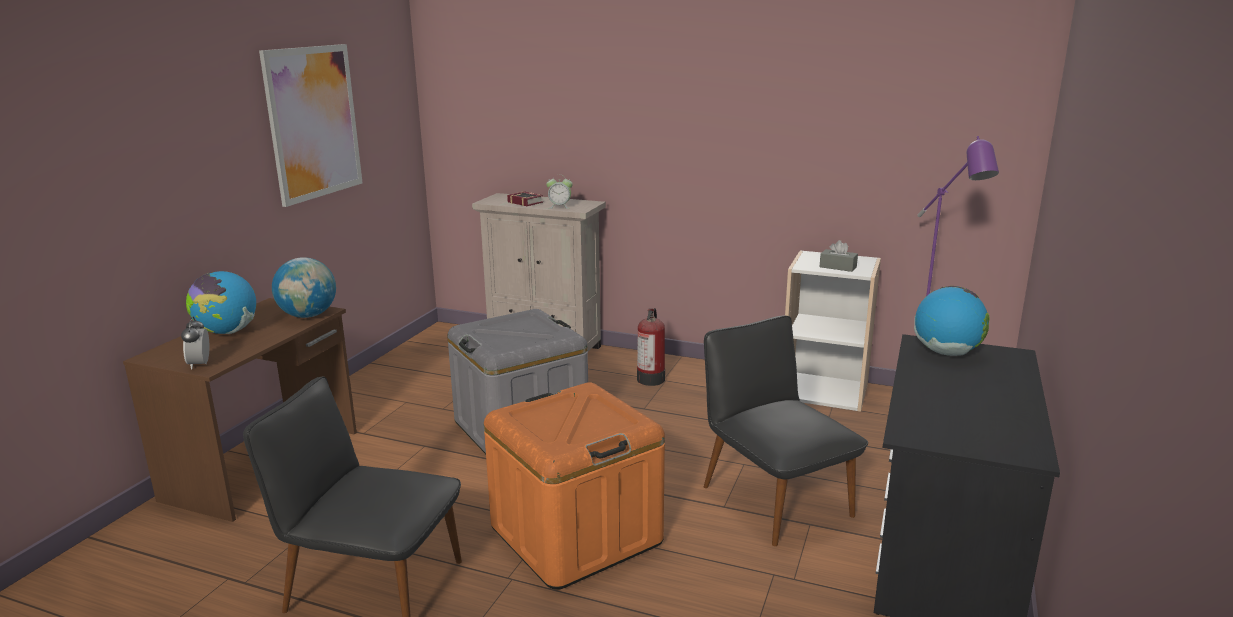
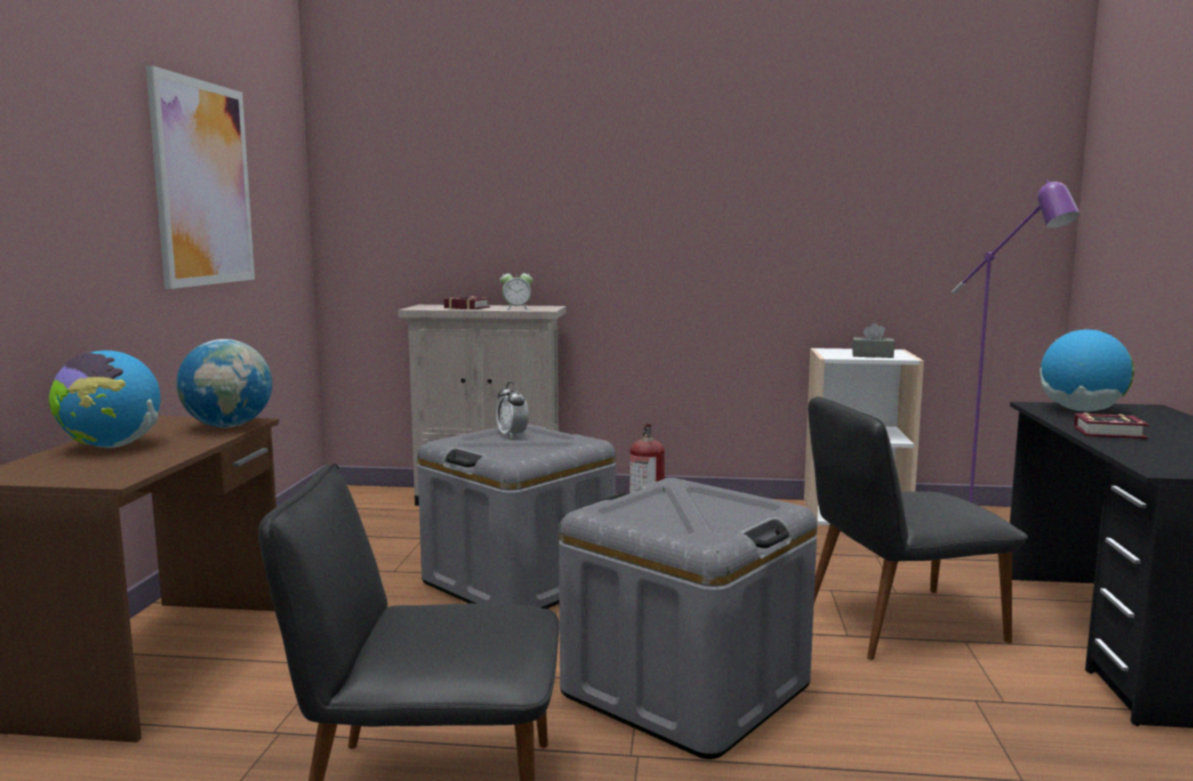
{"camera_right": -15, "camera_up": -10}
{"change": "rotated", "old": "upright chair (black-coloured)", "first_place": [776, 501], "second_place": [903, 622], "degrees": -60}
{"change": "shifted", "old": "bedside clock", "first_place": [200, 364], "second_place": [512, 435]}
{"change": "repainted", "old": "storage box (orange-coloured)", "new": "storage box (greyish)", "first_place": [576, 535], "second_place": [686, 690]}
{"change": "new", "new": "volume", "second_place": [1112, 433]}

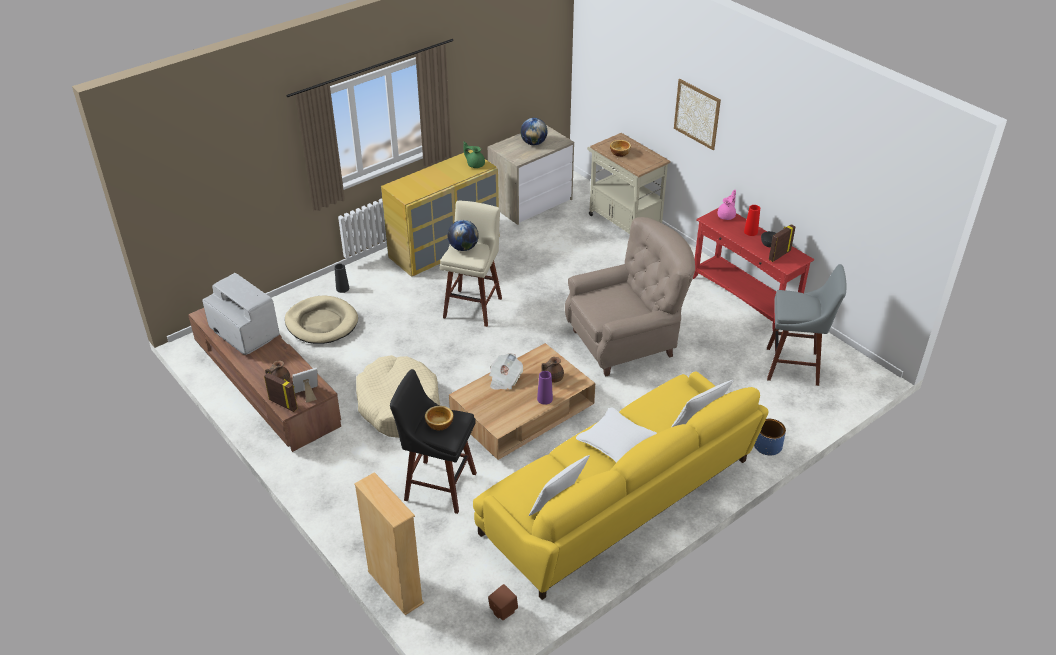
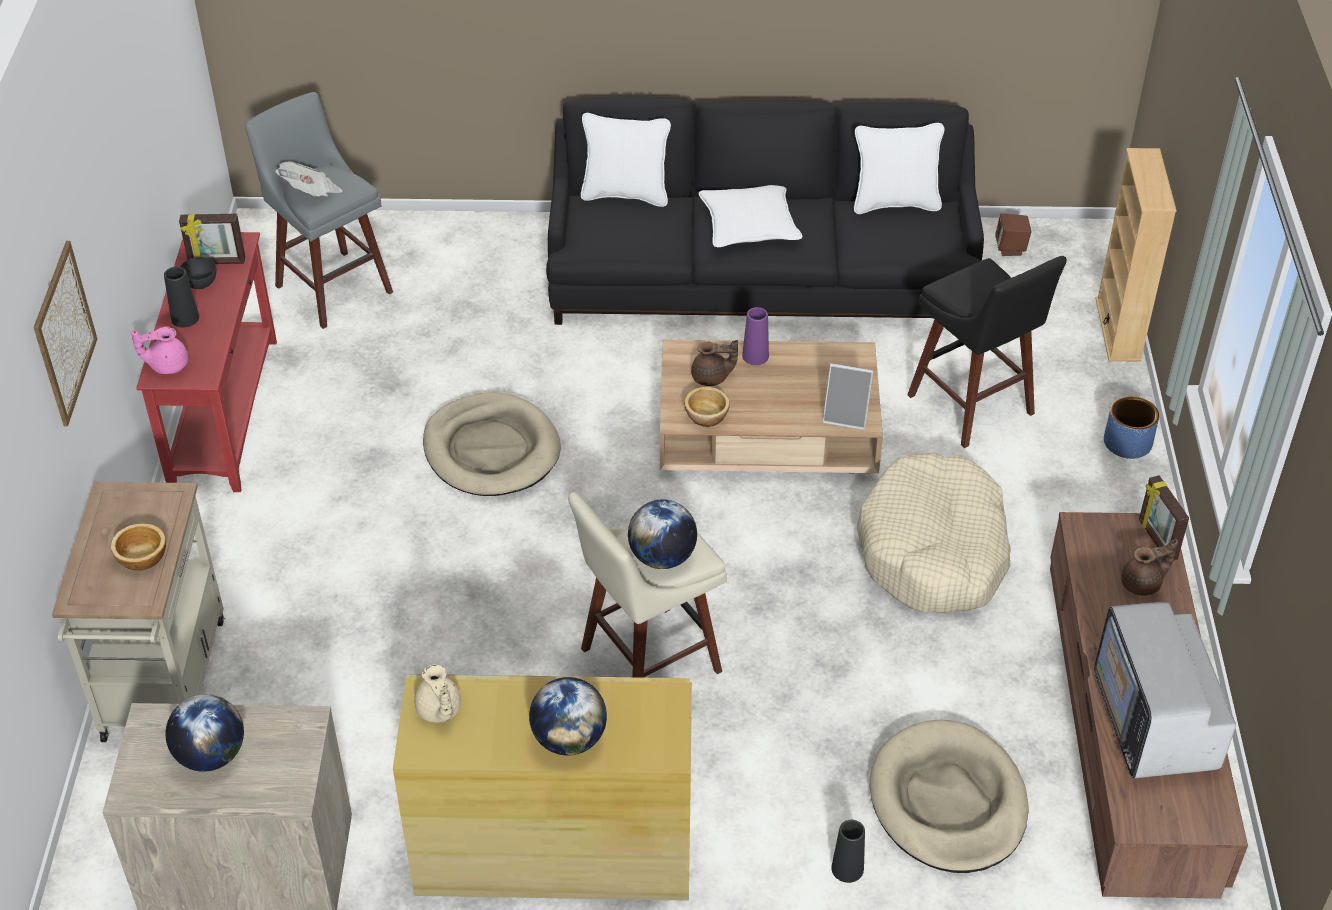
{"camera_right": -140, "camera_up": 5}
{"change": "repainted", "old": "pot for tea (green)", "new": "pot for tea (beige)", "first_place": [475, 164], "second_place": [439, 710]}
{"change": "repainted", "old": "decorative vase (red)", "new": "decorative vase (black-coloured)", "first_place": [750, 232], "second_place": [185, 318]}
{"change": "swapped", "old": "lounge chair (beige)", "new": "dog bed (beige)", "first_place": [626, 342], "second_place": [491, 450]}
{"change": "shifted", "old": "daily paper", "first_place": [504, 379], "second_place": [311, 193]}
{"change": "shifted", "old": "picture frame", "first_place": [307, 394], "second_place": [846, 416]}
{"change": "repainted", "old": "couch (yellow)", "new": "couch (black-coloured)", "first_place": [618, 499], "second_place": [762, 275]}
{"change": "shifted", "old": "bowl", "first_place": [439, 424], "second_place": [707, 416]}
{"change": "shifted", "old": "flower pot (blue)", "first_place": [767, 446], "second_place": [1127, 443]}
{"change": "new", "new": "world globe", "second_place": [569, 739]}

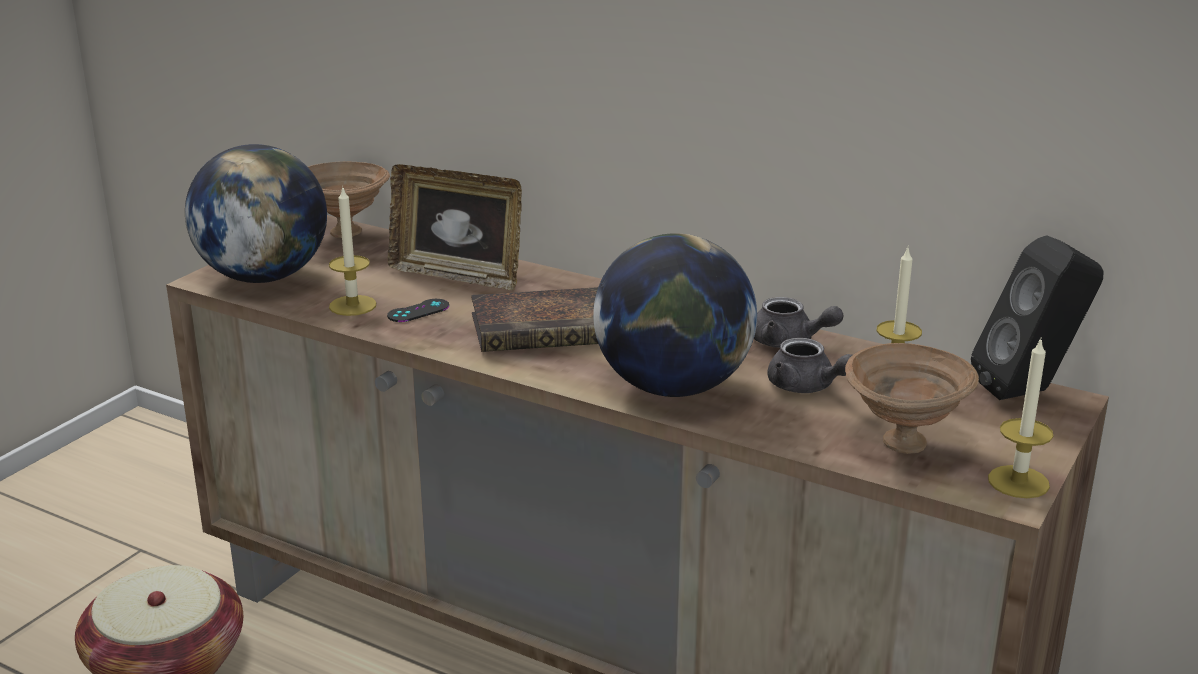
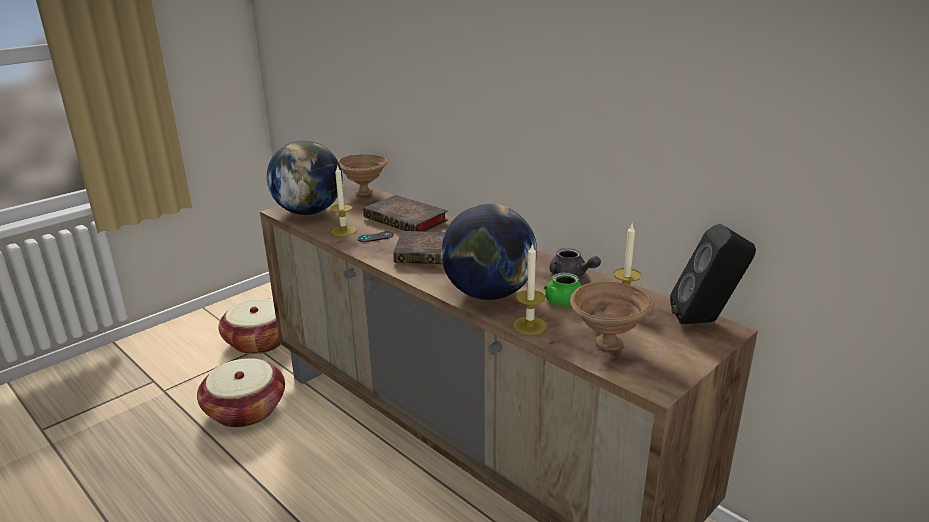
{"camera_right": 15, "camera_up": 0}
{"change": "swapped", "old": "picture frame", "new": "volume", "first_place": [457, 275], "second_place": [408, 220]}
{"change": "shifted", "old": "wax candle", "first_place": [1018, 482], "second_place": [529, 325]}
{"change": "repainted", "old": "pot for tea (greyish)", "new": "pot for tea (green)", "first_place": [807, 387], "second_place": [567, 302]}
{"change": "new", "new": "basket", "second_place": [259, 341]}

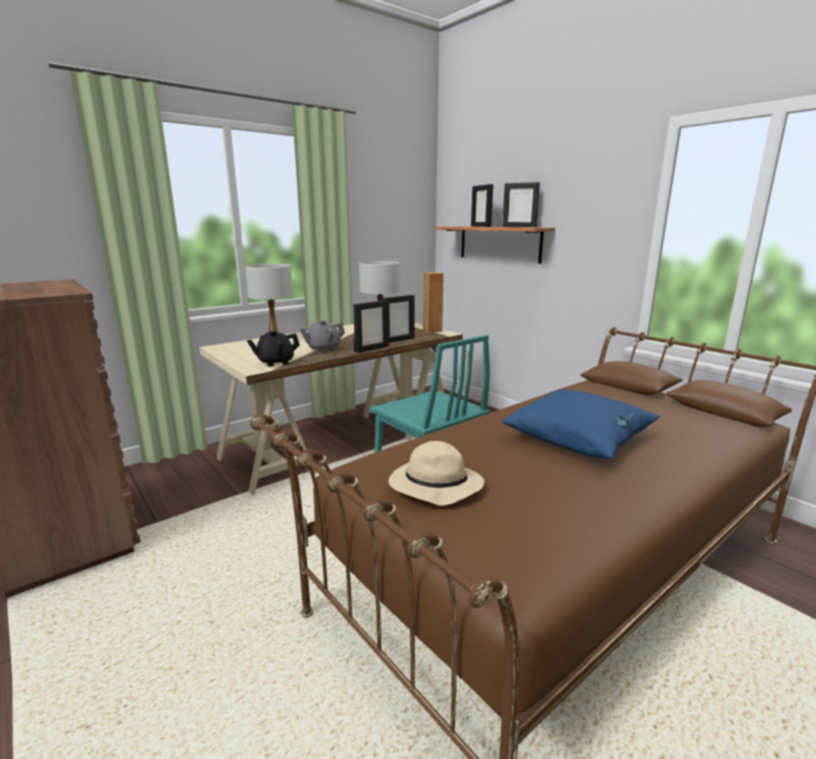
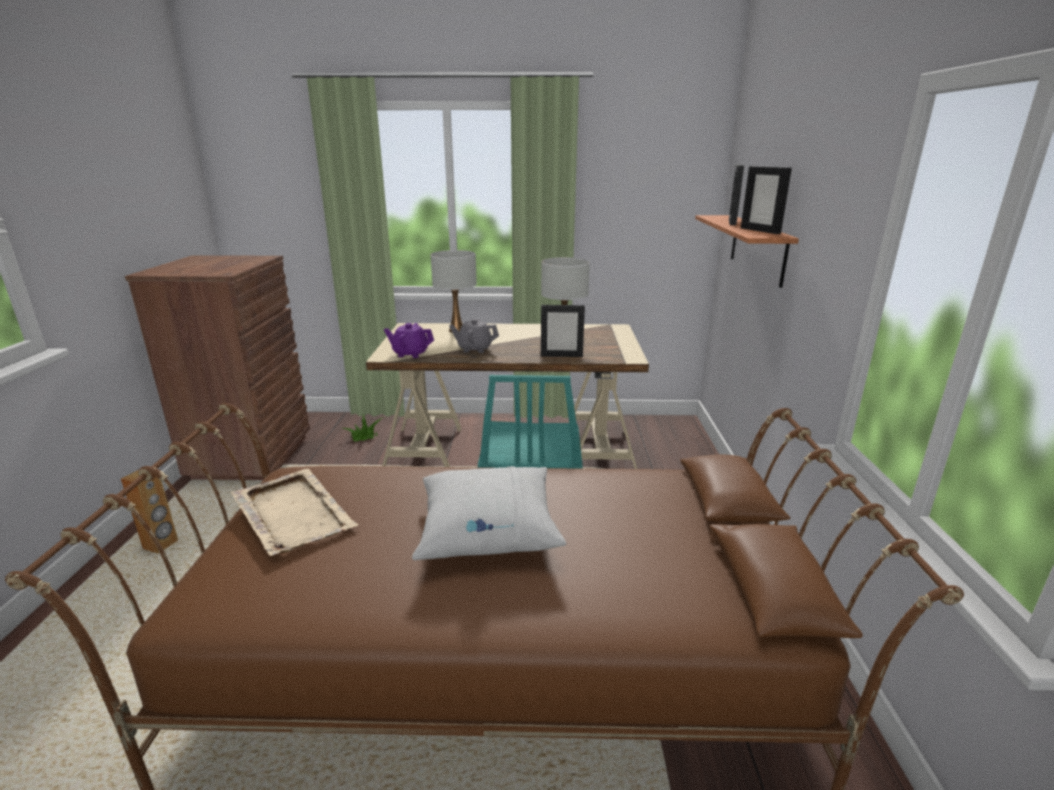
{"camera_right": 40, "camera_up": 5}
{"change": "shifted", "old": "audio speaker (brownish)", "first_place": [432, 330], "second_place": [161, 545]}
{"change": "gone", "old": "picture frame", "first_place": [371, 349]}
{"change": "repainted", "old": "pot for tea (black-coloured)", "new": "pot for tea (purplish)", "first_place": [275, 362], "second_place": [410, 354]}
{"change": "repainted", "old": "cushion (blue)", "new": "cushion (greyish)", "first_place": [577, 440], "second_place": [488, 531]}
{"change": "swapped", "old": "clothing hat (beige)", "new": "carrying tray (beige)", "first_place": [434, 486], "second_place": [292, 513]}
{"change": "new", "new": "potted plant", "second_place": [364, 435]}

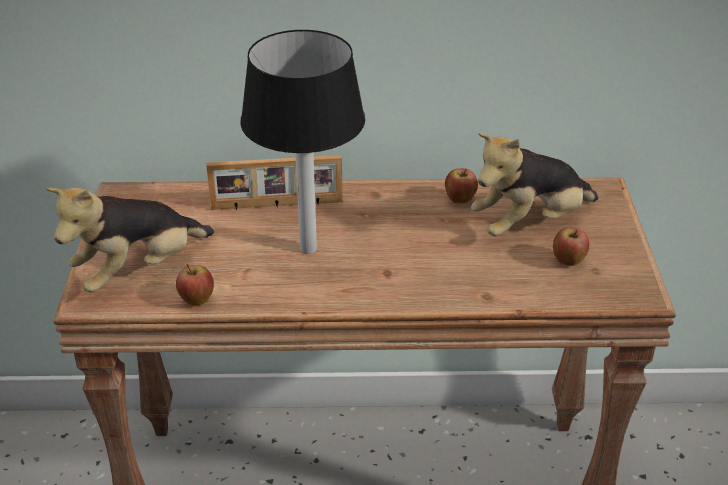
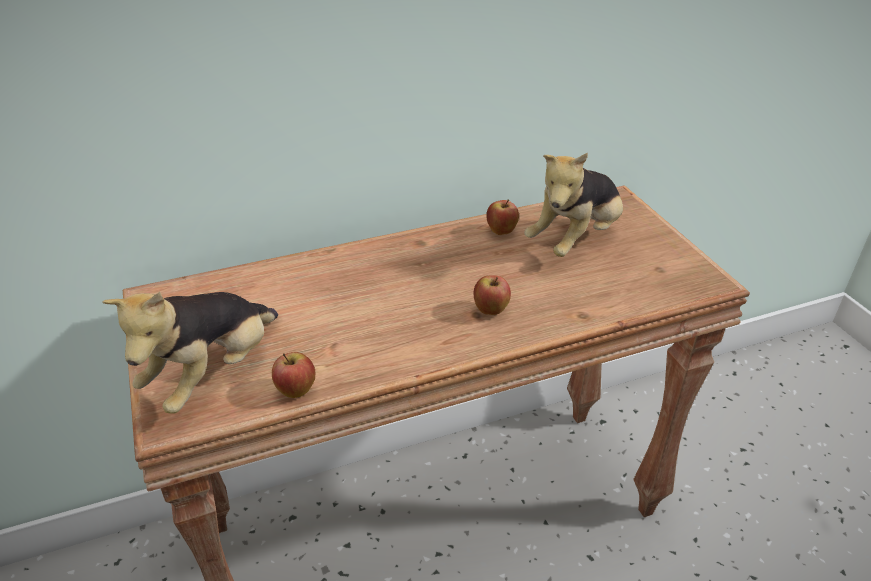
{"camera_right": -20, "camera_up": 0}
{"change": "gone", "old": "table lamp", "first_place": [308, 247]}
{"change": "gone", "old": "picture frame", "first_place": [277, 205]}
{"change": "shifted", "old": "apple", "first_place": [568, 262], "second_place": [491, 311]}

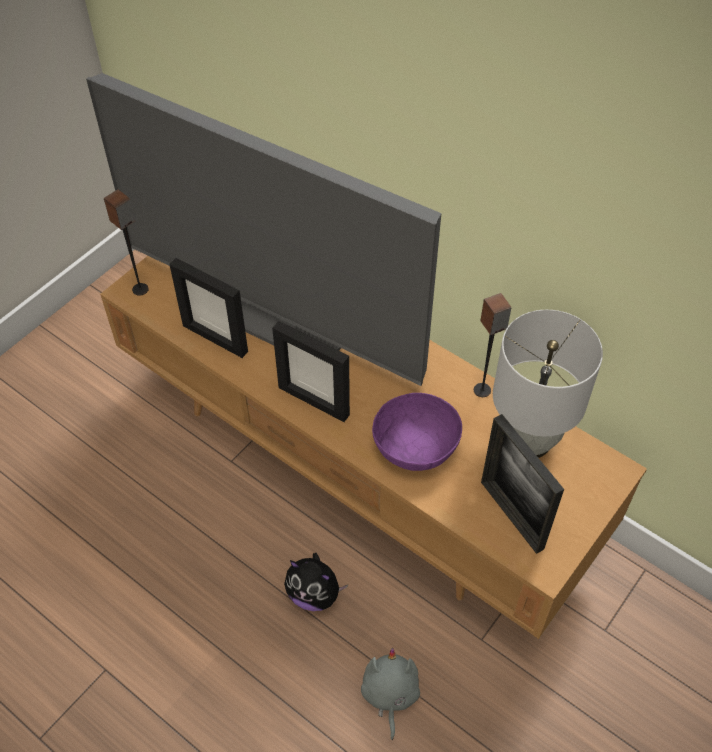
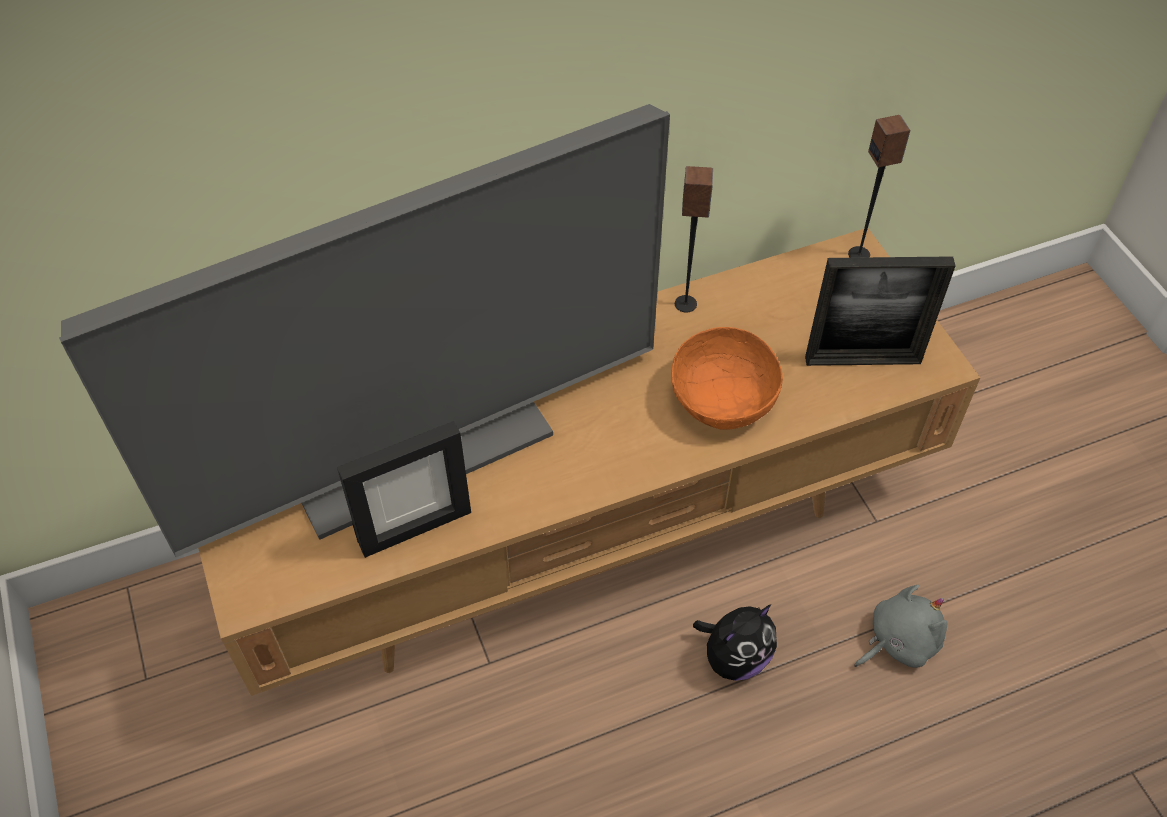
{"camera_right": -60, "camera_up": 0}
{"change": "shifted", "old": "audio speaker", "first_place": [140, 289], "second_place": [859, 254]}
{"change": "gone", "old": "table lamp (white-coloured)", "first_place": [528, 439]}
{"change": "gone", "old": "picture frame", "first_place": [314, 400]}
{"change": "repainted", "old": "bowl (purplish)", "new": "bowl (orange-coloured)", "first_place": [415, 446], "second_place": [722, 399]}
{"change": "rotated", "old": "cuddly toy (greyish)", "first_place": [389, 694], "second_place": [898, 641], "degrees": 120}

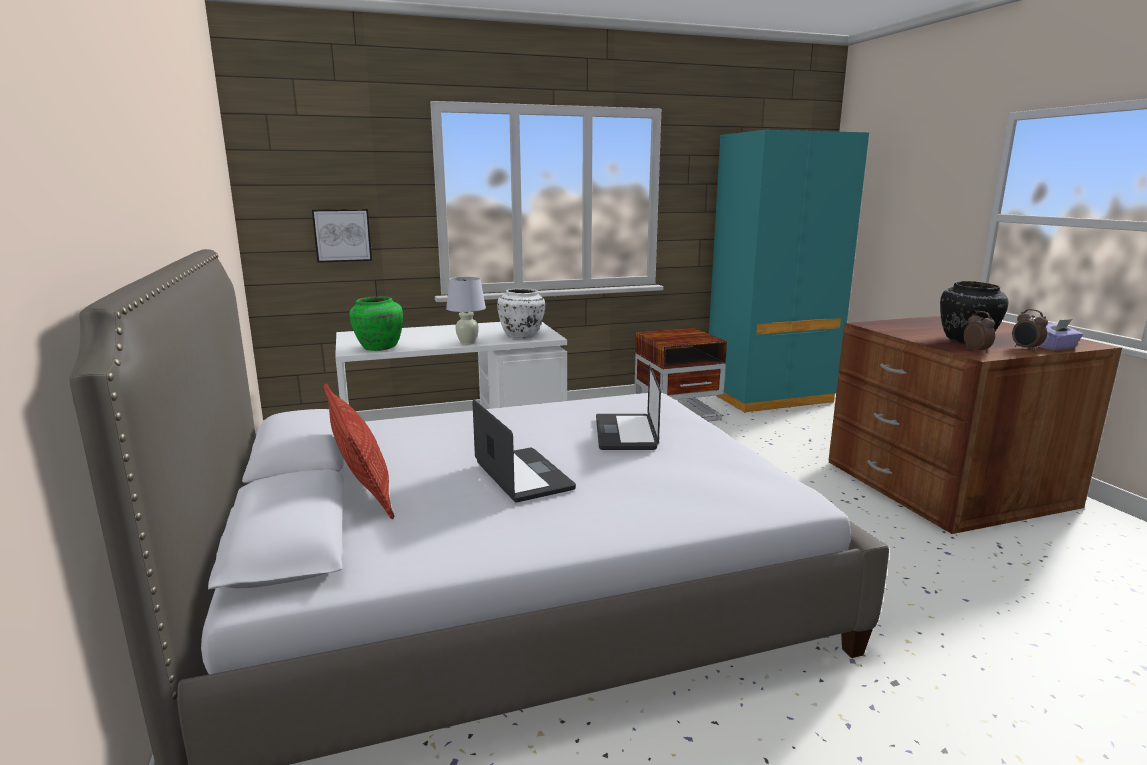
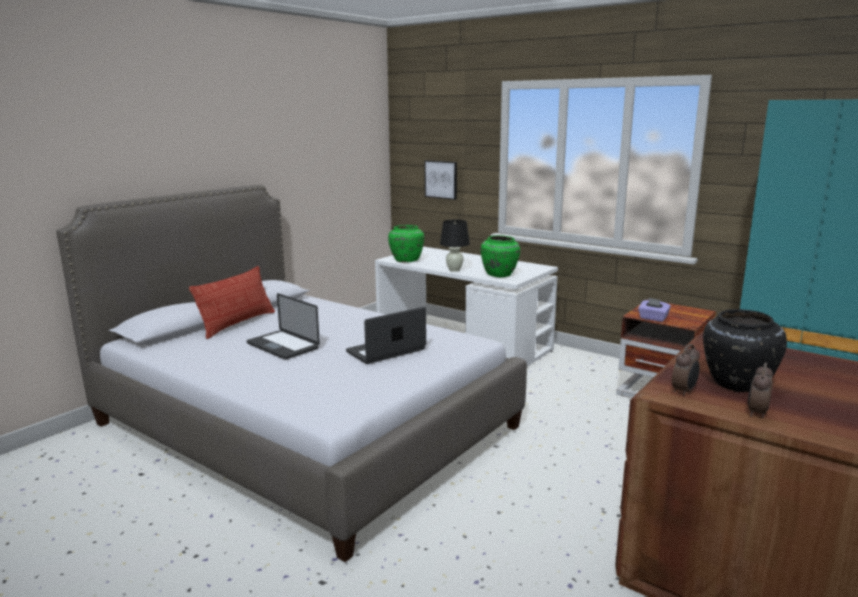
{"camera_right": 55, "camera_up": 0}
{"change": "repainted", "old": "table lamp (white-coloured)", "new": "table lamp (black-coloured)", "first_place": [467, 343], "second_place": [454, 270]}
{"change": "repainted", "old": "decorative vase (white-coloured)", "new": "decorative vase (green)", "first_place": [522, 336], "second_place": [499, 275]}
{"change": "shifted", "old": "box of tissues (purplish)", "first_place": [1056, 347], "second_place": [653, 318]}
{"change": "rotated", "old": "portable computer", "first_place": [523, 476], "second_place": [282, 346], "degrees": 105}

